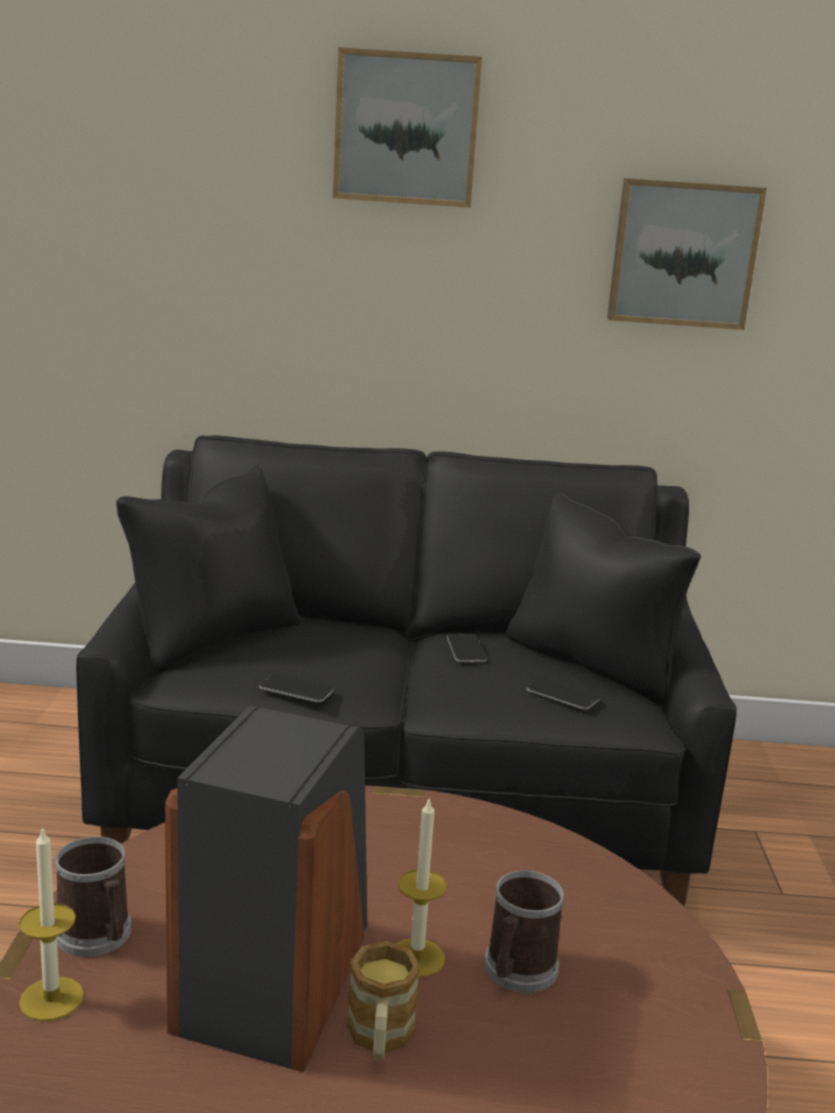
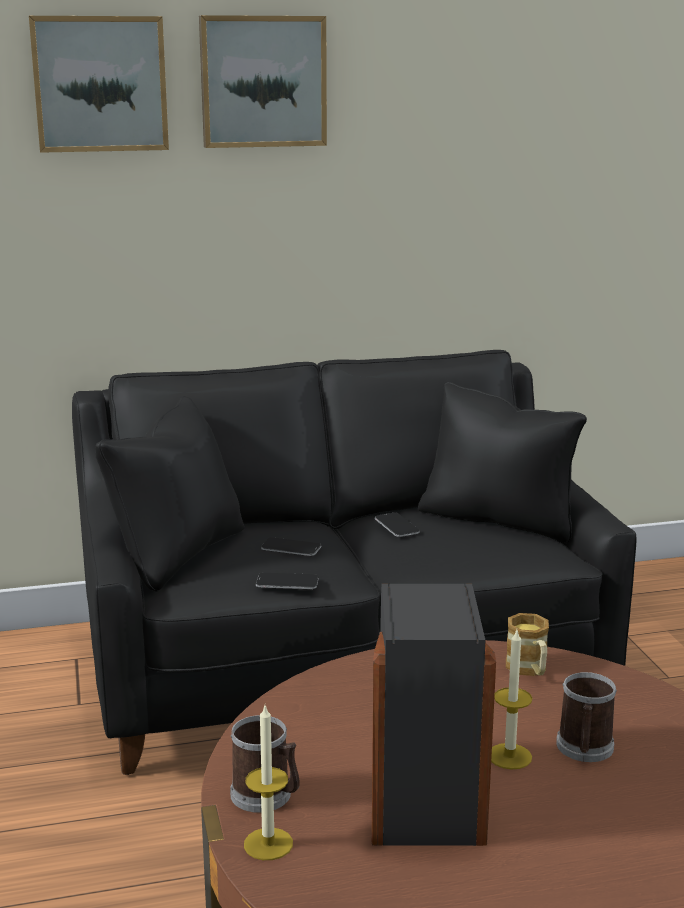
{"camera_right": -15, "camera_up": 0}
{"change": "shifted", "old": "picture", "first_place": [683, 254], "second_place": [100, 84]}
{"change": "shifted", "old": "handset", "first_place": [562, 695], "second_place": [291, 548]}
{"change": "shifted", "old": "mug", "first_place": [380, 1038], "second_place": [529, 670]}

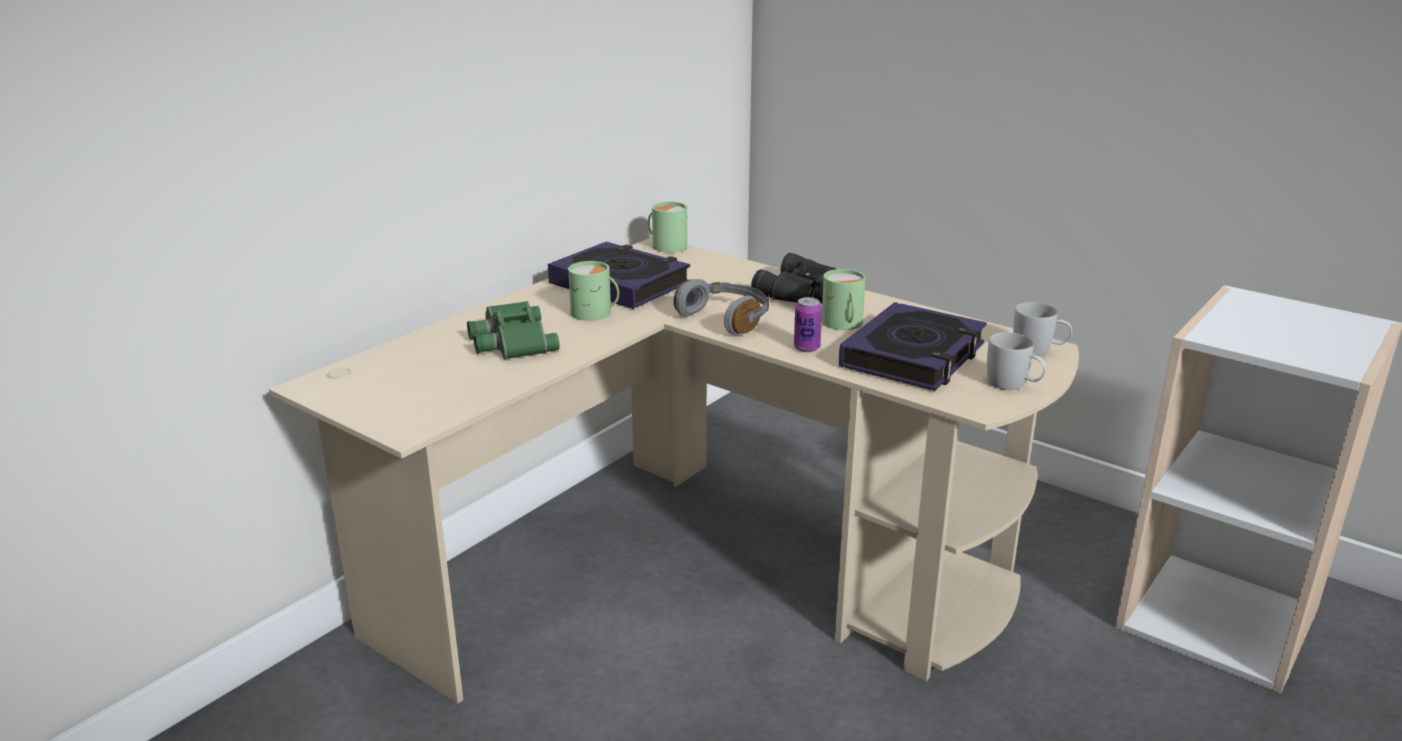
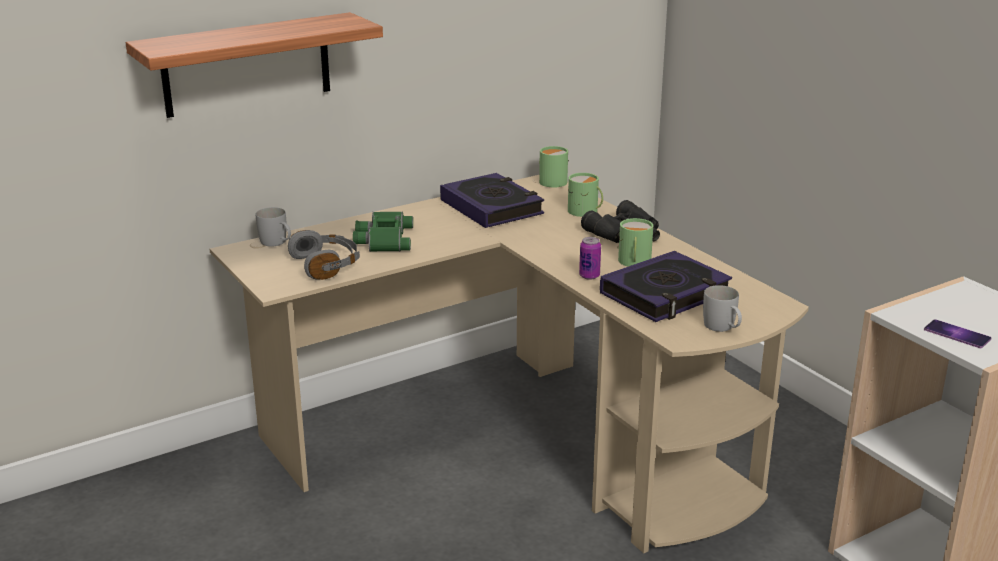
{"camera_right": 20, "camera_up": 0}
{"change": "shifted", "old": "mug (green)", "first_place": [595, 313], "second_place": [585, 212]}
{"change": "shifted", "old": "pair of headphones (greyish)", "first_place": [726, 318], "second_place": [326, 265]}
{"change": "shifted", "old": "mug (white-coloured)", "first_place": [1039, 350], "second_place": [277, 243]}
{"change": "new", "new": "shelf", "second_place": [247, 65]}
{"change": "new", "new": "handset", "second_place": [957, 334]}

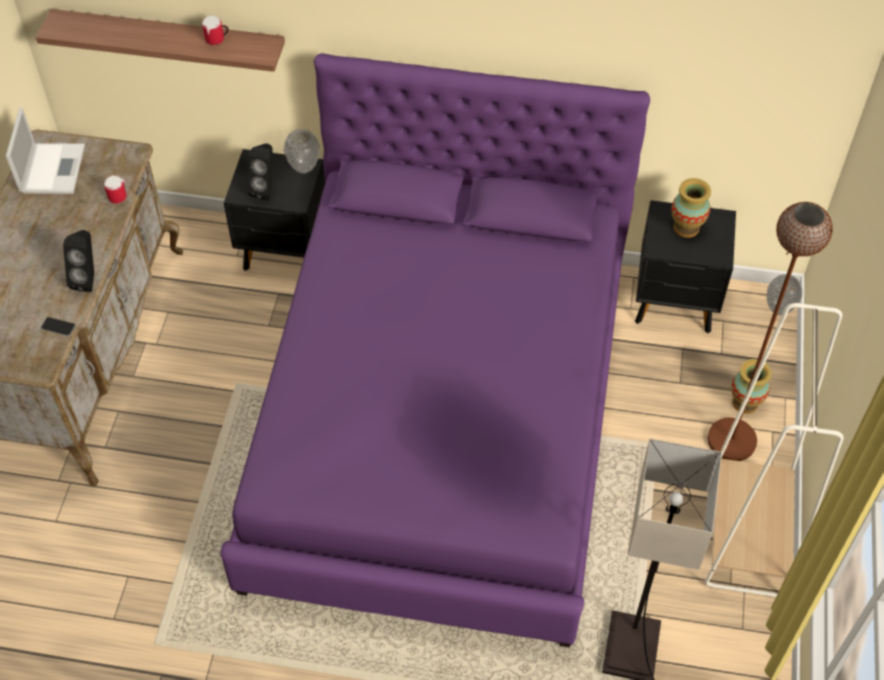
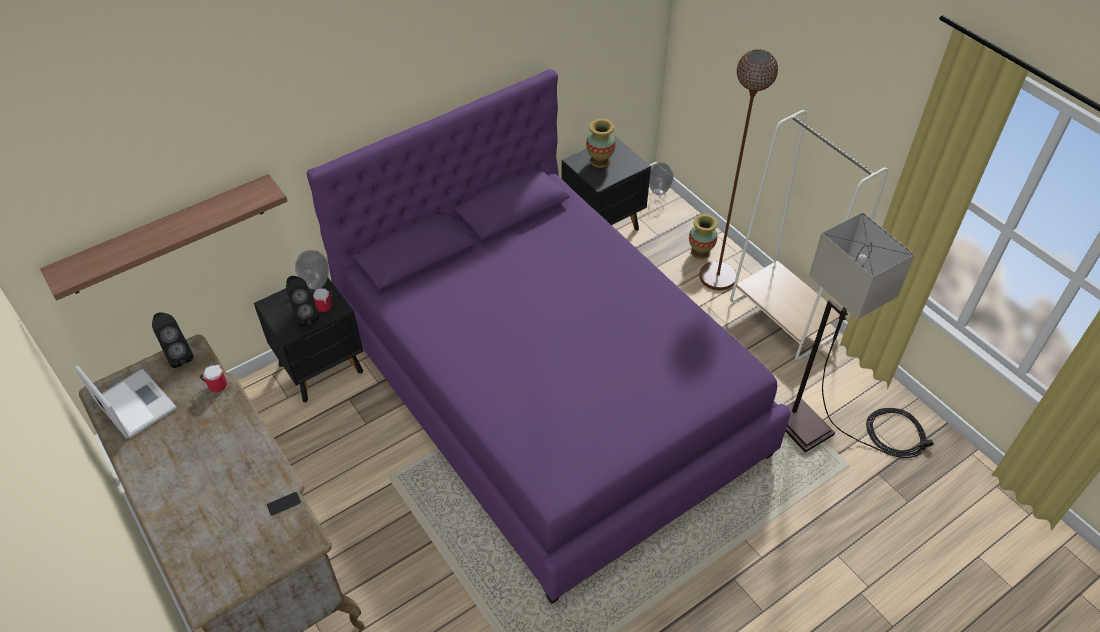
{"camera_right": -45, "camera_up": -5}
{"change": "shifted", "old": "mug", "first_place": [217, 39], "second_place": [326, 305]}
{"change": "shifted", "old": "audio speaker (black-coloured)", "first_place": [88, 279], "second_place": [178, 355]}

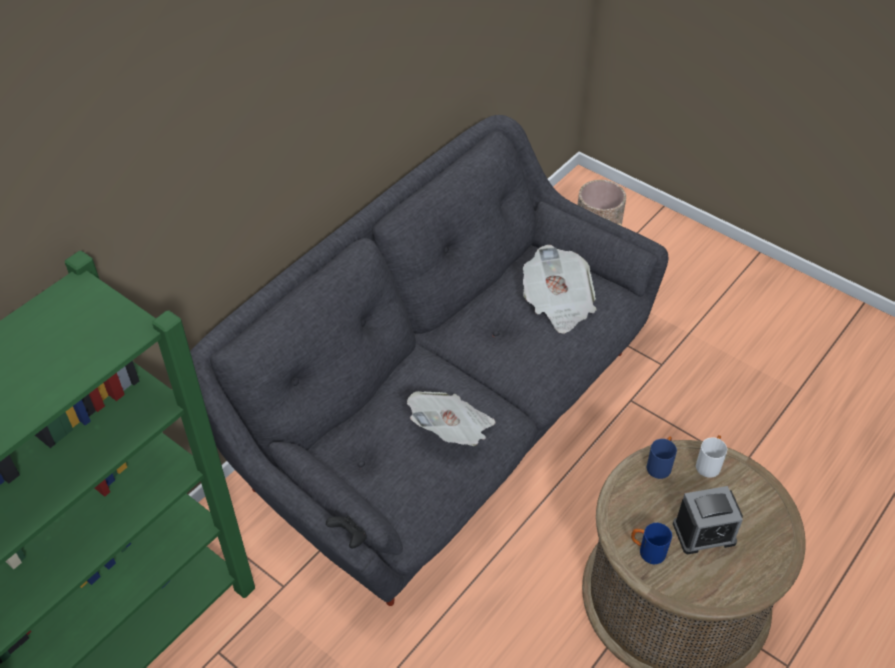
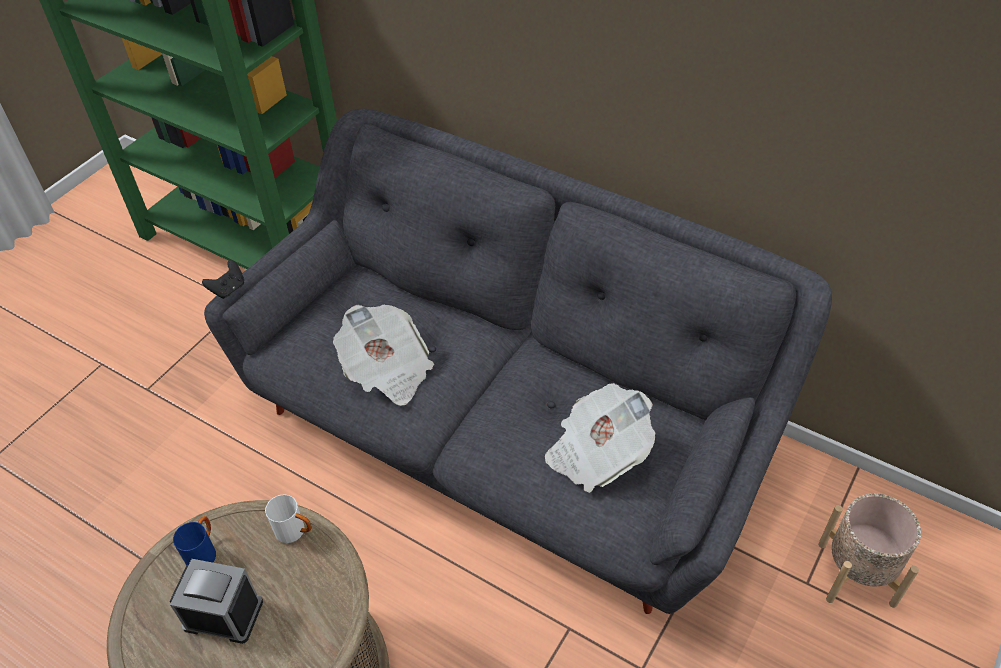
{"camera_right": 85, "camera_up": 0}
{"change": "shifted", "old": "mug (white-coloured)", "first_place": [709, 463], "second_place": [295, 532]}
{"change": "gone", "old": "mug (blue)", "first_place": [660, 465]}
{"change": "rotated", "old": "bedside clock", "first_place": [704, 533], "second_place": [223, 614], "degrees": 120}

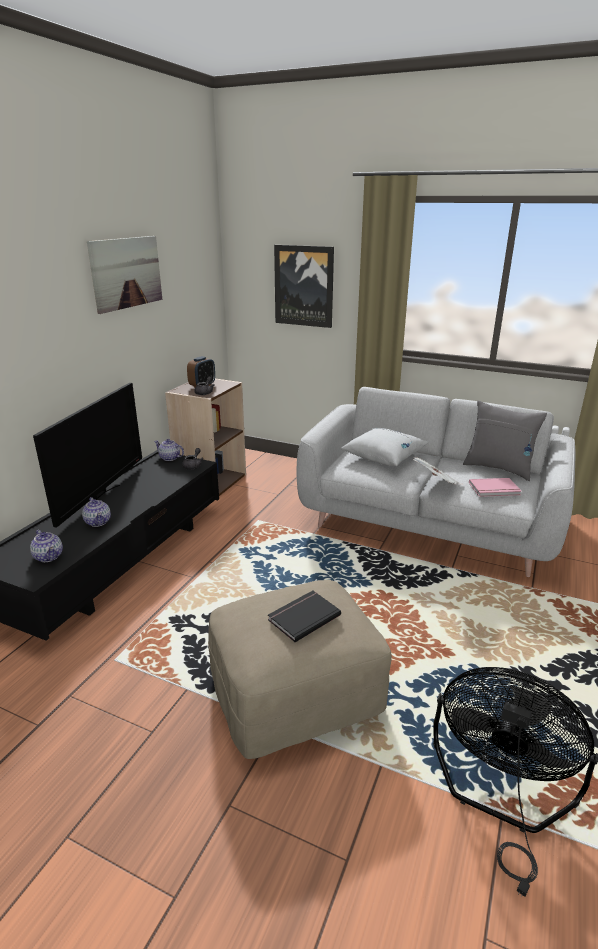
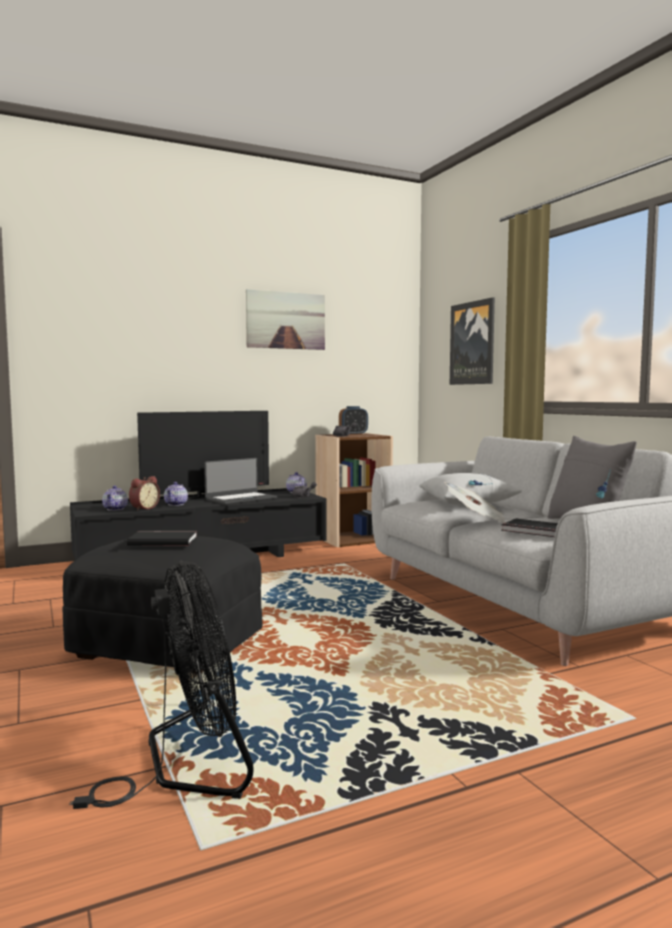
{"camera_right": 40, "camera_up": -20}
{"change": "repainted", "old": "volume (pink-coloured)", "new": "volume (black-coloured)", "first_place": [495, 489], "second_place": [535, 531]}
{"change": "repainted", "old": "footrest (beige)", "new": "footrest (black-coloured)", "first_place": [295, 695], "second_place": [166, 646]}
{"change": "new", "new": "portable computer", "second_place": [240, 499]}
{"change": "new", "new": "bedside clock", "second_place": [143, 508]}

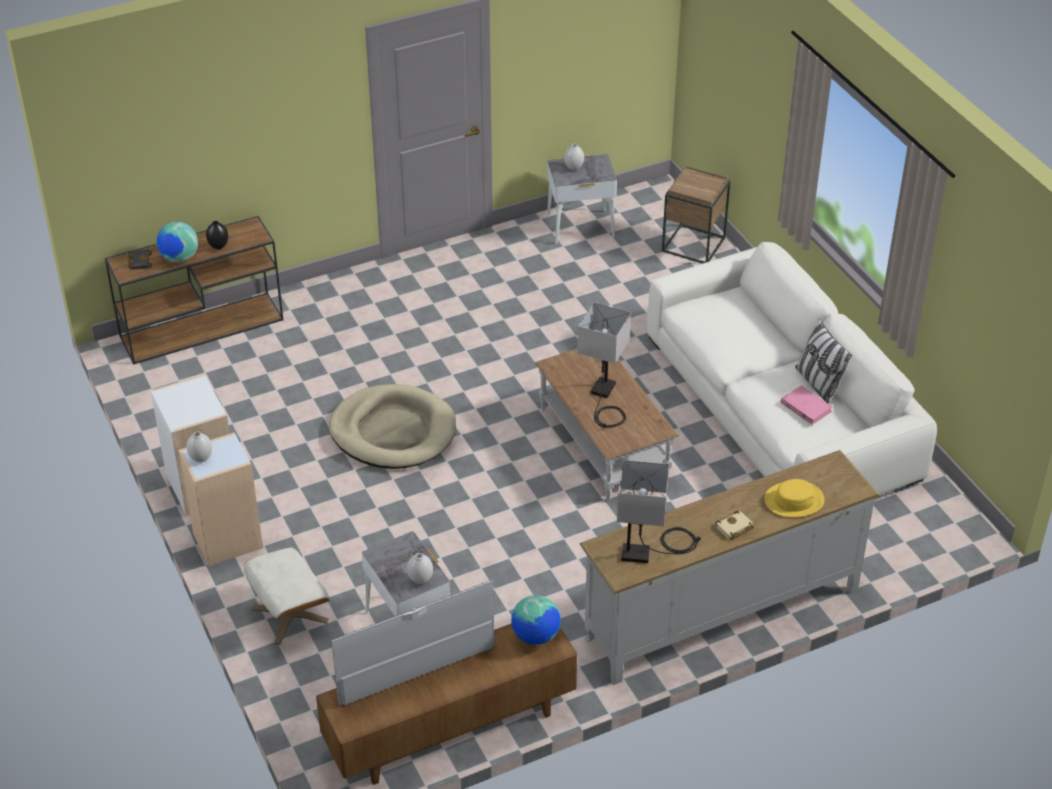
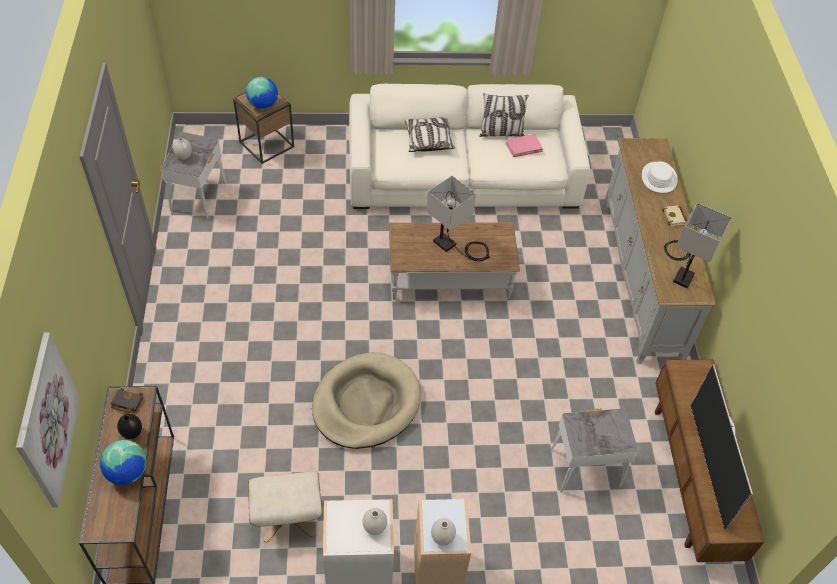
{"camera_right": -70, "camera_up": 10}
{"change": "shifted", "old": "volume (black-coloured)", "first_place": [139, 261], "second_place": [126, 402]}
{"change": "repainted", "old": "clothing hat (yellow)", "new": "clothing hat (white-coloured)", "first_place": [794, 500], "second_place": [659, 178]}
{"change": "shifted", "old": "footrest (beige)", "first_place": [289, 614], "second_place": [287, 516]}
{"change": "shifted", "old": "decorative vase (white-coloured)", "first_place": [420, 579], "second_place": [374, 528]}
{"change": "shifted", "old": "world globe", "first_place": [536, 636], "second_place": [263, 105]}
{"change": "new", "new": "cushion", "second_place": [428, 140]}
{"change": "new", "new": "picture", "second_place": [47, 421]}

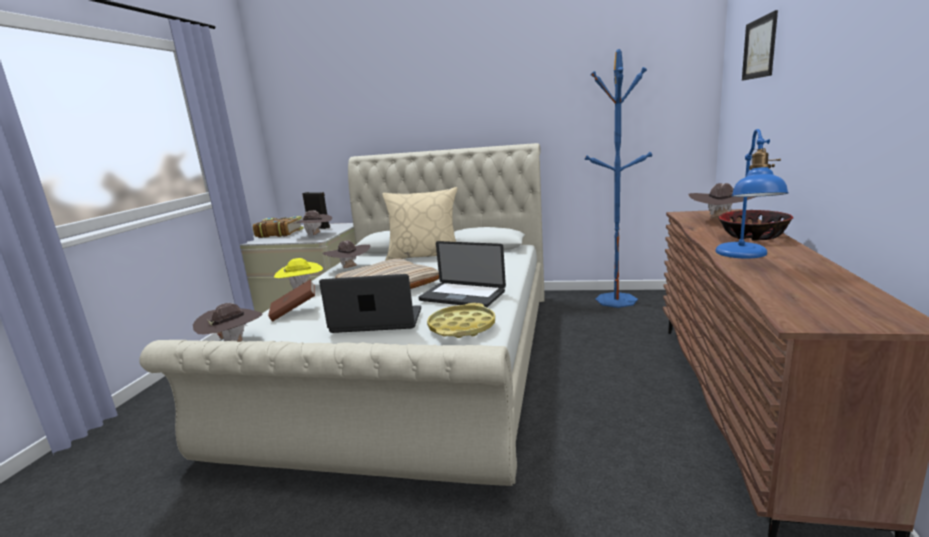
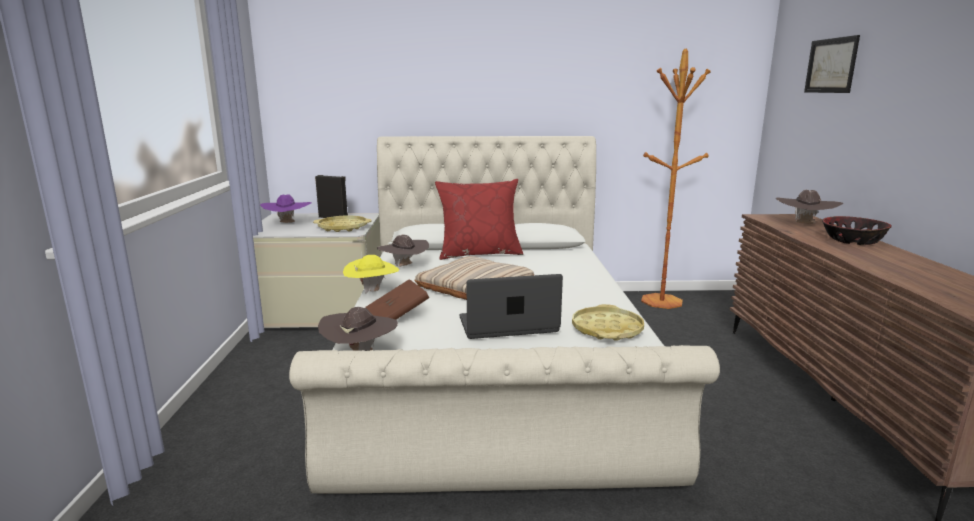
{"camera_right": -15, "camera_up": 0}
{"change": "repainted", "old": "clothes rack (blue)", "new": "clothes rack (orange-coloured)", "first_place": [616, 300], "second_place": [661, 301]}
{"change": "gone", "old": "table lamp (blue)", "first_place": [746, 257]}
{"change": "repainted", "old": "cushion (beige)", "new": "cushion (red)", "first_place": [424, 256], "second_place": [479, 253]}
{"change": "swapped", "old": "clothing hat (brownish)", "new": "carrying tray (yellow)", "first_place": [315, 235], "second_place": [343, 228]}
{"change": "swapped", "old": "volume", "new": "clothing hat (purplish)", "first_place": [279, 233], "second_place": [288, 223]}
{"change": "gone", "old": "portable computer", "first_place": [462, 296]}

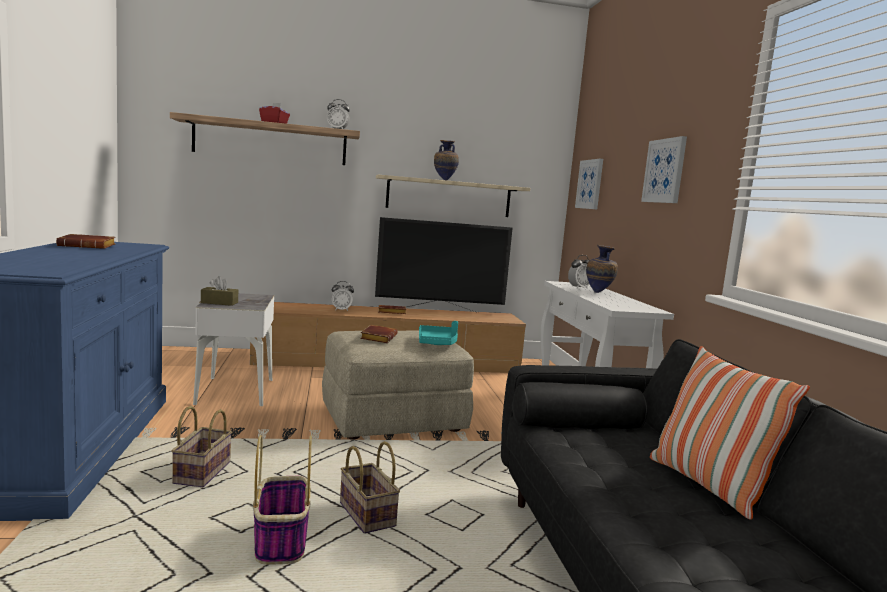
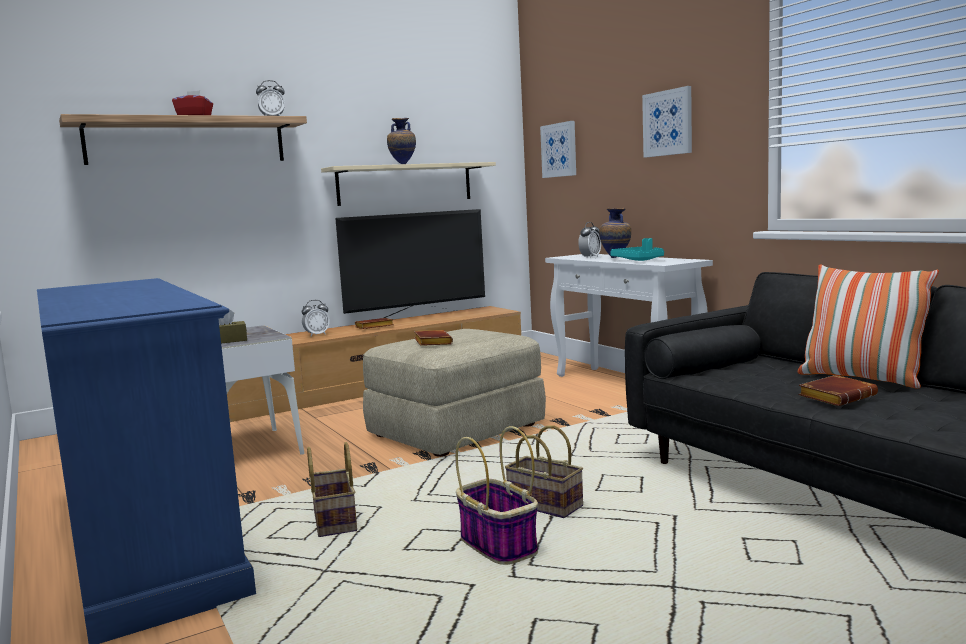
{"camera_right": -20, "camera_up": 0}
{"change": "shifted", "old": "volume (brownish)", "first_place": [89, 246], "second_place": [836, 396]}
{"change": "shifted", "old": "carrying tray (turquoise)", "first_place": [437, 343], "second_place": [639, 260]}

